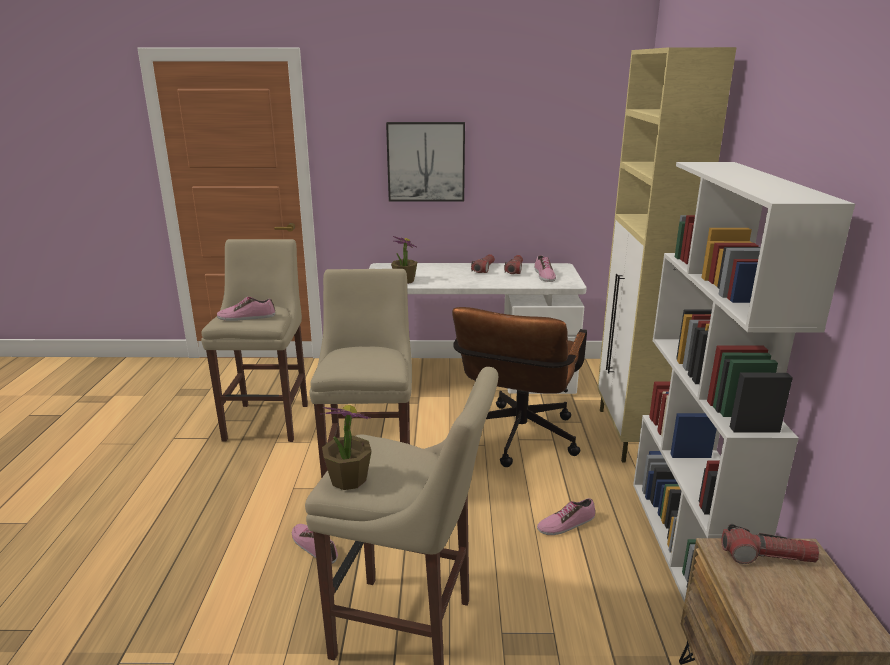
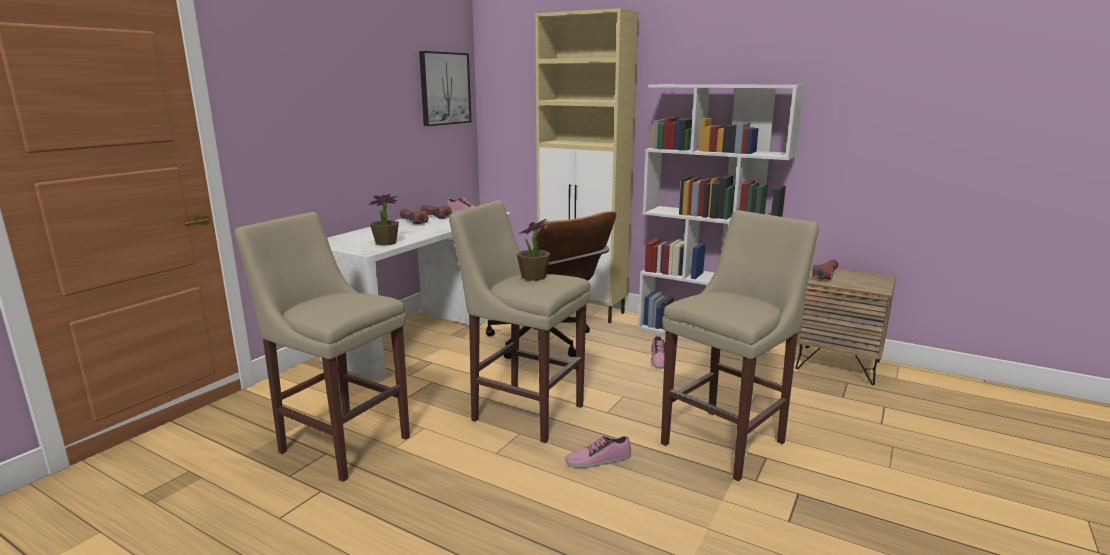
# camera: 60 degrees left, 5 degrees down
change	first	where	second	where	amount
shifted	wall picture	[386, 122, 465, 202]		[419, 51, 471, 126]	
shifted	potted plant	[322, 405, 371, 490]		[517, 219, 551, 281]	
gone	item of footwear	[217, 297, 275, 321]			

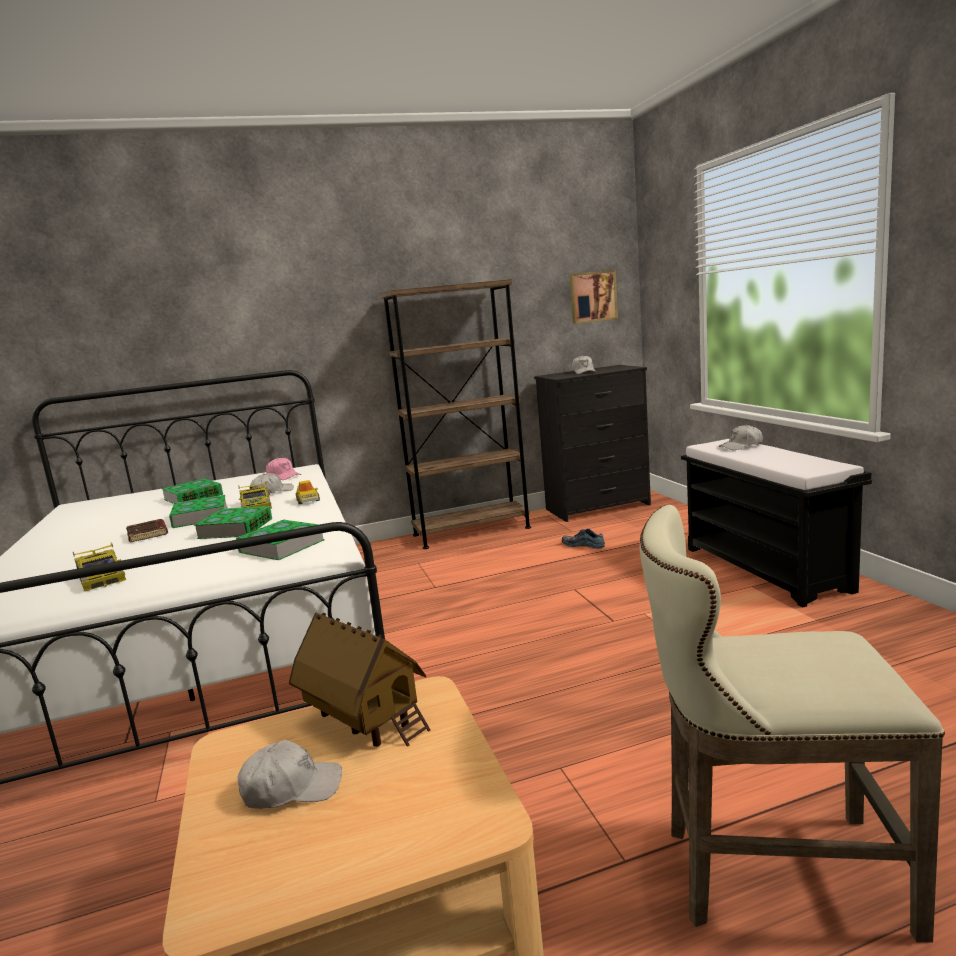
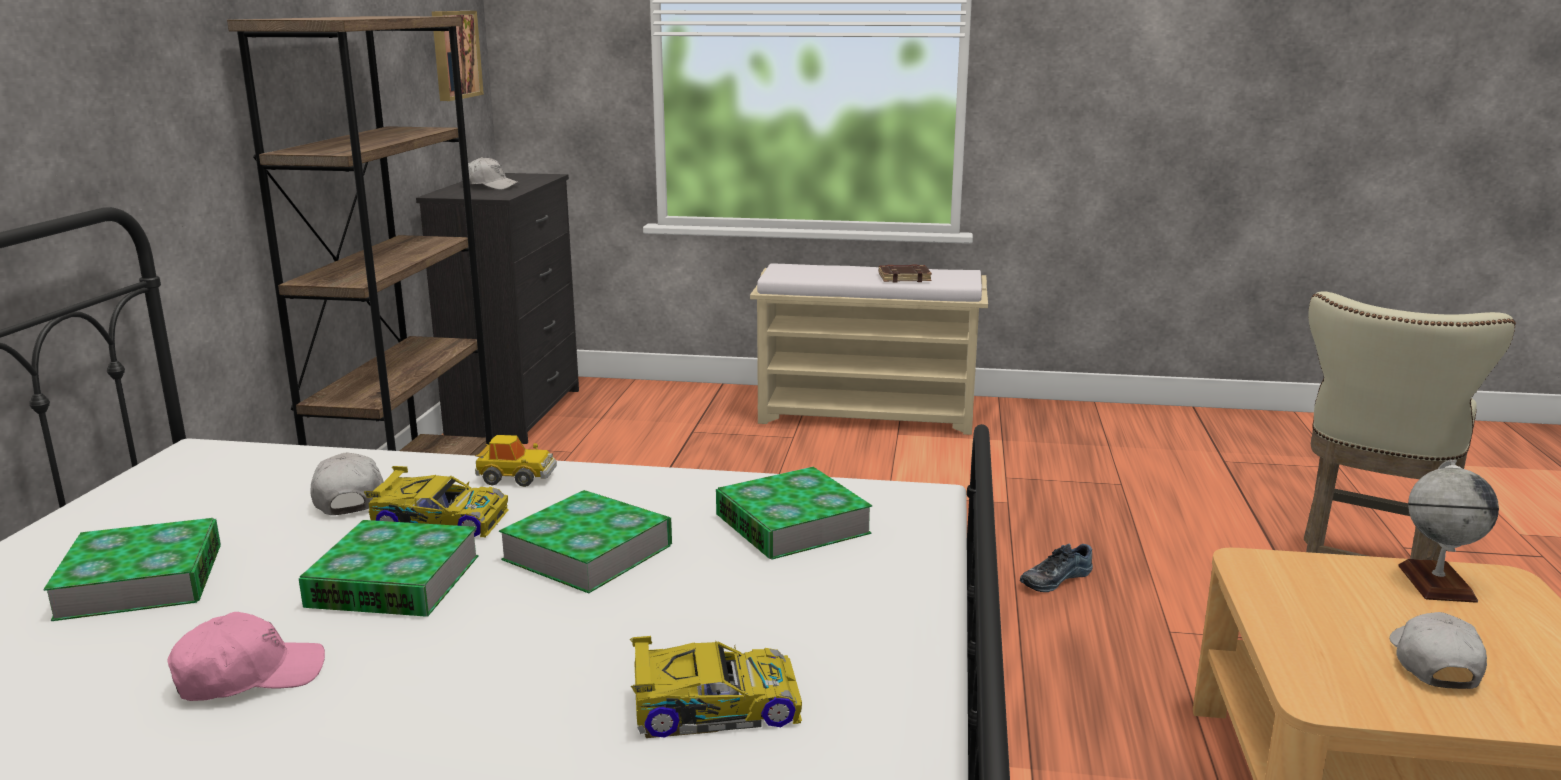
# camera: 65 degrees left, 5 degrees up
change	first	where	second	where	amount
shifted	baseball cap (pinkish)	[266, 458, 301, 480]		[167, 612, 325, 701]	
repainted	long seat (blackish)	[681, 439, 872, 607]	long seat (sand-coloured)	[750, 263, 988, 435]	
shifted	book (brown)	[126, 519, 168, 543]		[879, 264, 932, 283]	
shifted	item of footwear	[562, 529, 605, 549]		[1020, 543, 1093, 592]	
new			globe	[1398, 460, 1499, 603]	
gone	model house	[289, 612, 431, 747]			
gone	baseball cap (white)	[719, 424, 763, 450]			

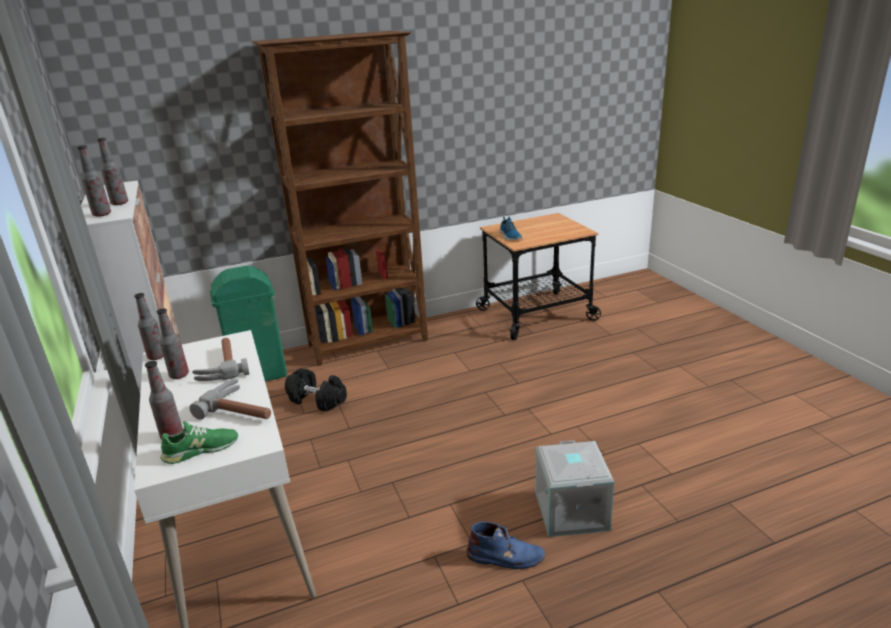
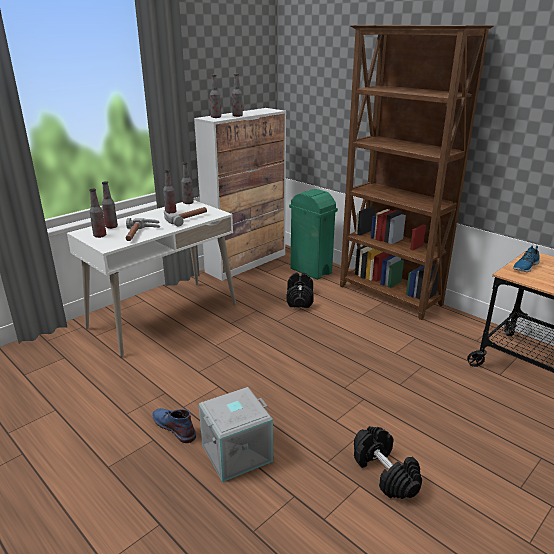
# camera: 65 degrees right, 0 degrees up
change	first	where	second	where	amount
swapped	item of footwear (green)	[160, 421, 238, 464]	bottle	[89, 189, 106, 238]	
rotated	boot (bluish)	[467, 521, 545, 569]		[152, 408, 196, 443]	150 degrees clockwise
new			free weight (blackish)	[354, 426, 422, 499]	

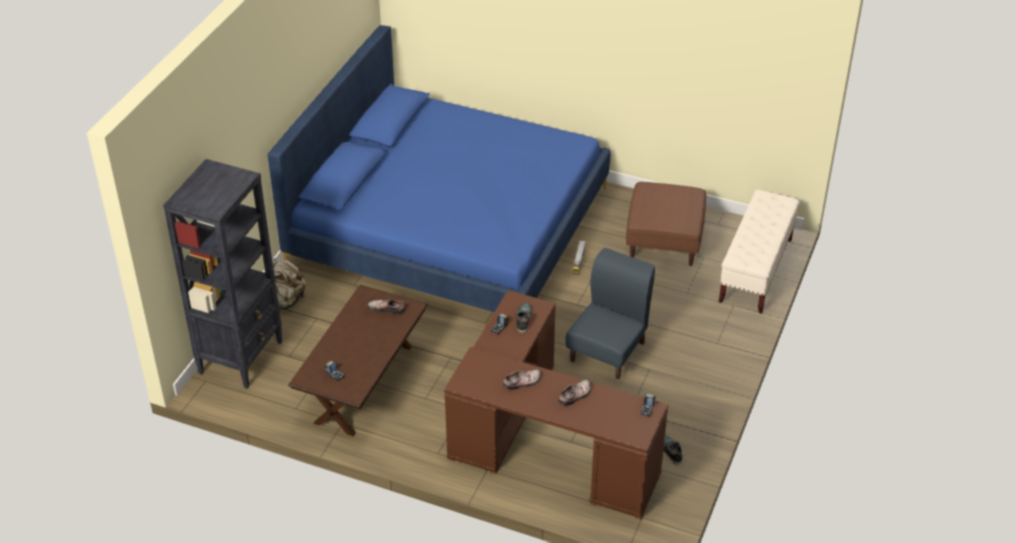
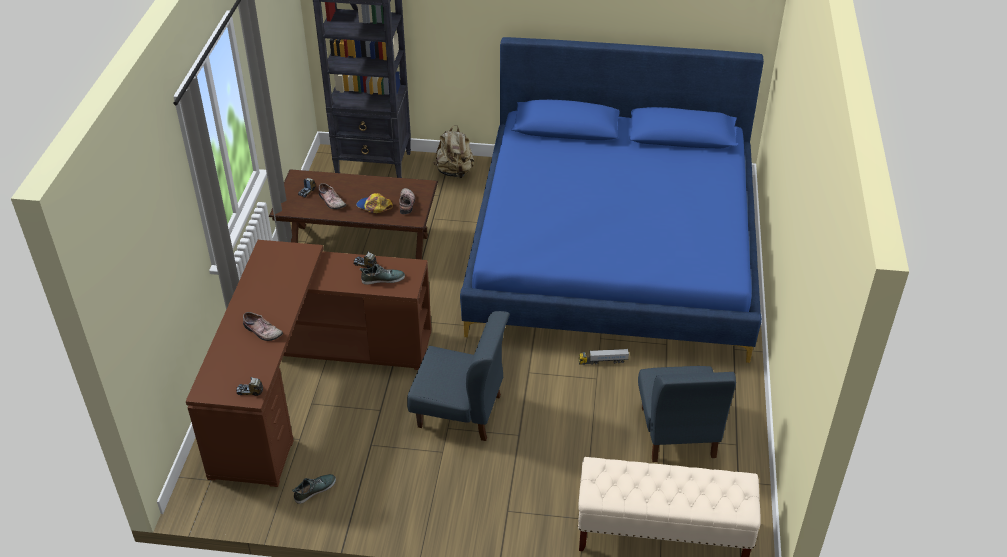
# camera: 75 degrees right, 0 degrees up
change	first	where	second	where	amount
shifted	item of footwear	[503, 369, 541, 390]		[319, 183, 346, 209]	
new			baseball cap	[356, 193, 393, 213]	
swapped	pouffe (brown)	[626, 182, 706, 266]	chair (bluish)	[638, 366, 736, 462]	

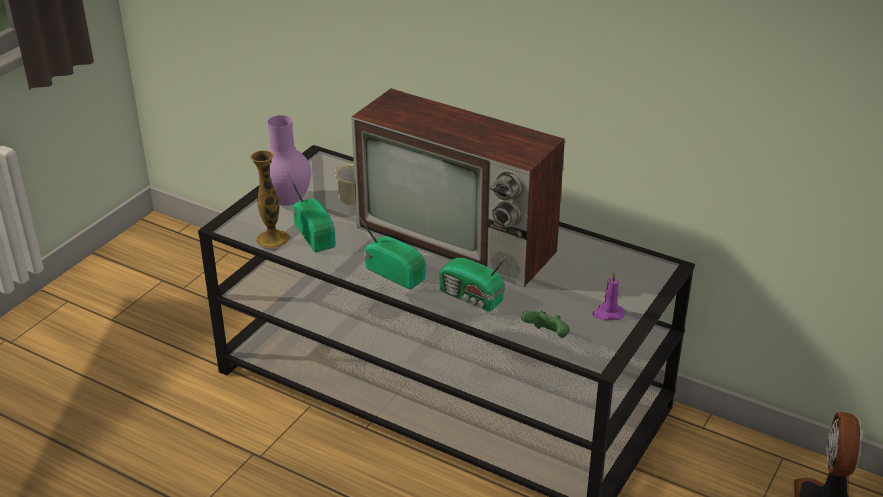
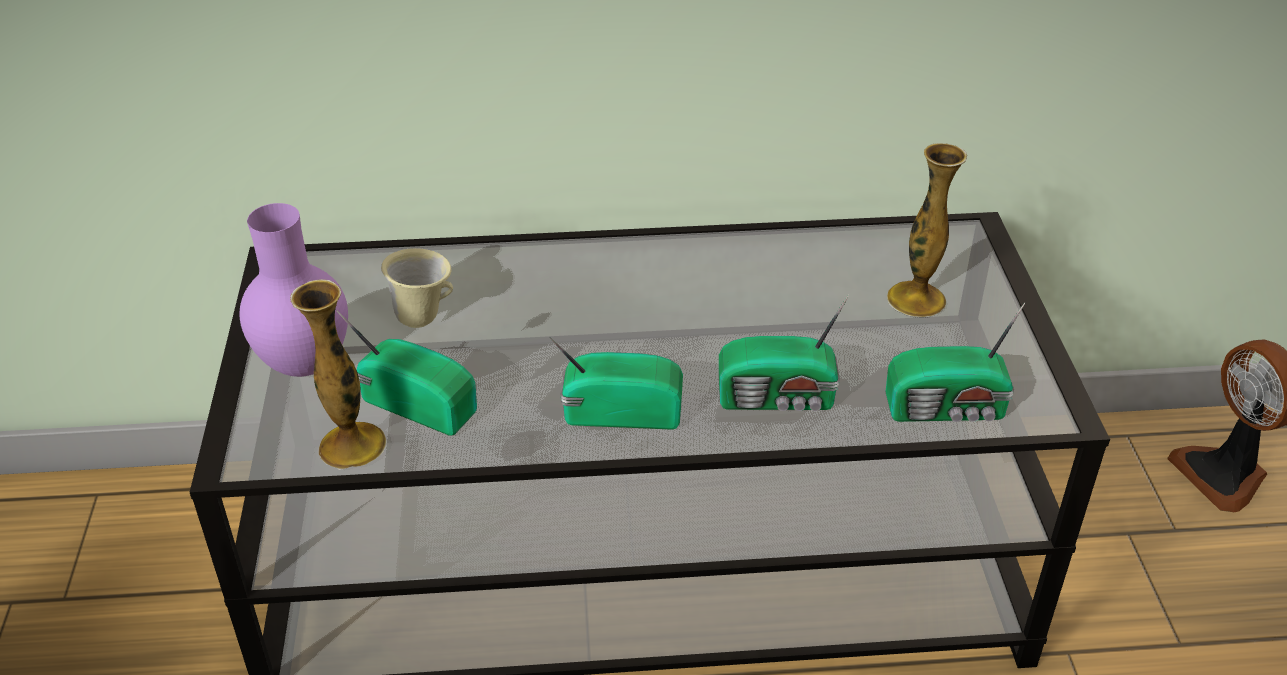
# camera: 35 degrees left, 5 degrees up
change	first	where	second	where	amount
swapped	joypad (green)	[521, 311, 570, 338]	radio receiver	[886, 303, 1025, 422]	
new			decorative vase	[887, 143, 967, 317]	
gone	TV	[351, 89, 565, 287]			
gone	candle (purple-coloured)	[592, 272, 625, 321]			

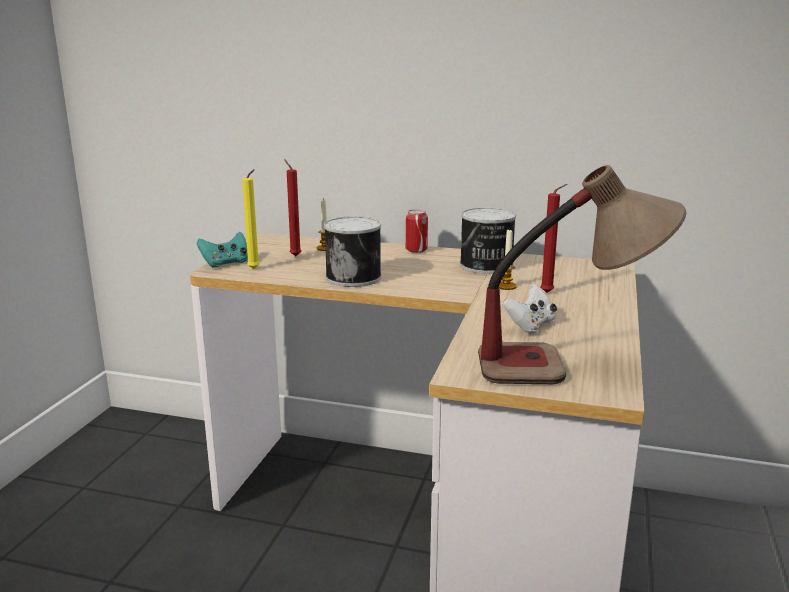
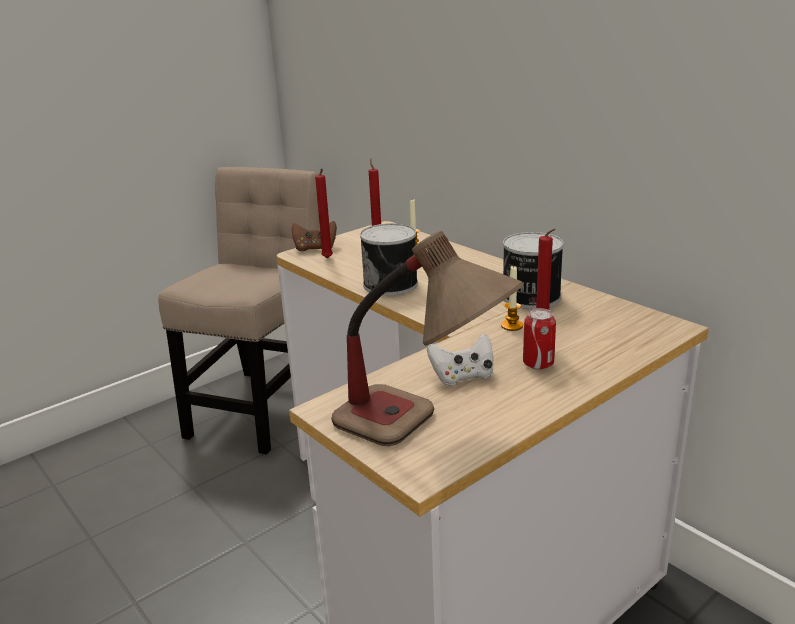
# camera: 35 degrees right, 5 degrees up
change	first	where	second	where	amount
new			chair (sand-coloured)	[158, 167, 320, 454]	
repainted	joypad (turquoise)	[197, 232, 248, 268]	joypad (brown)	[291, 221, 337, 251]	
repainted	candle (yellow)	[242, 169, 260, 269]	candle (red-coloured)	[315, 168, 333, 259]	
shifted	metal can	[406, 209, 428, 253]		[523, 308, 556, 370]	

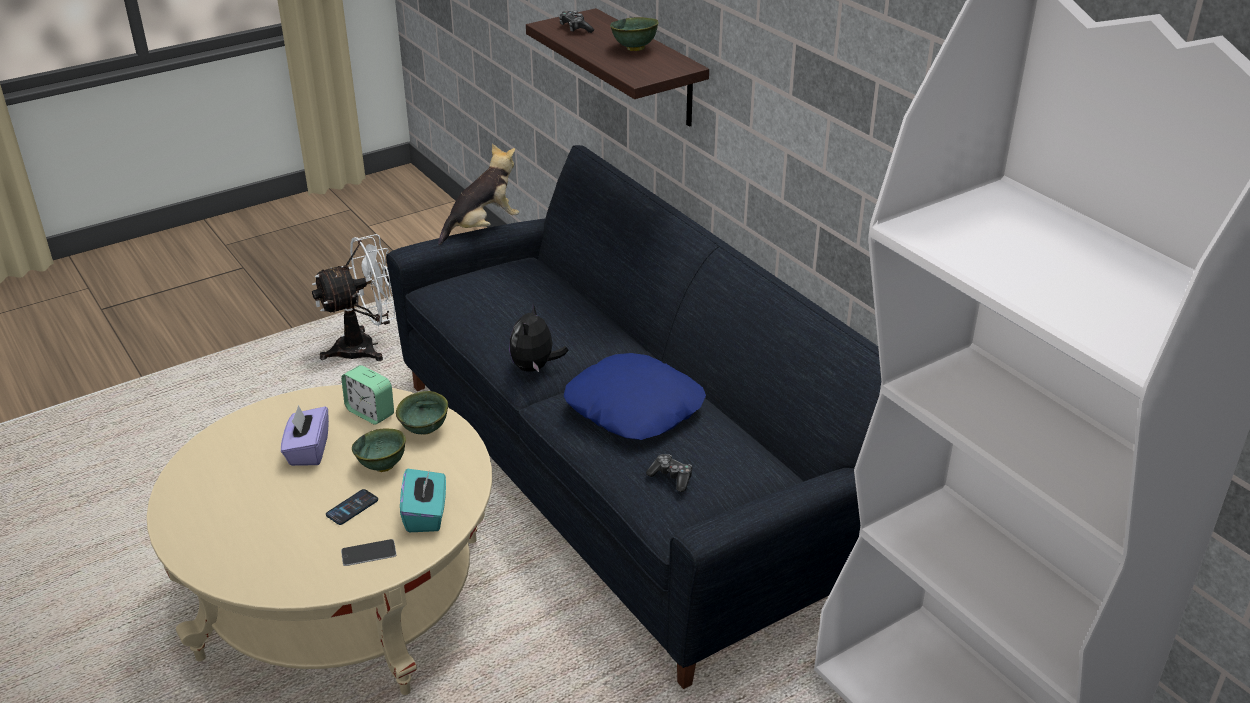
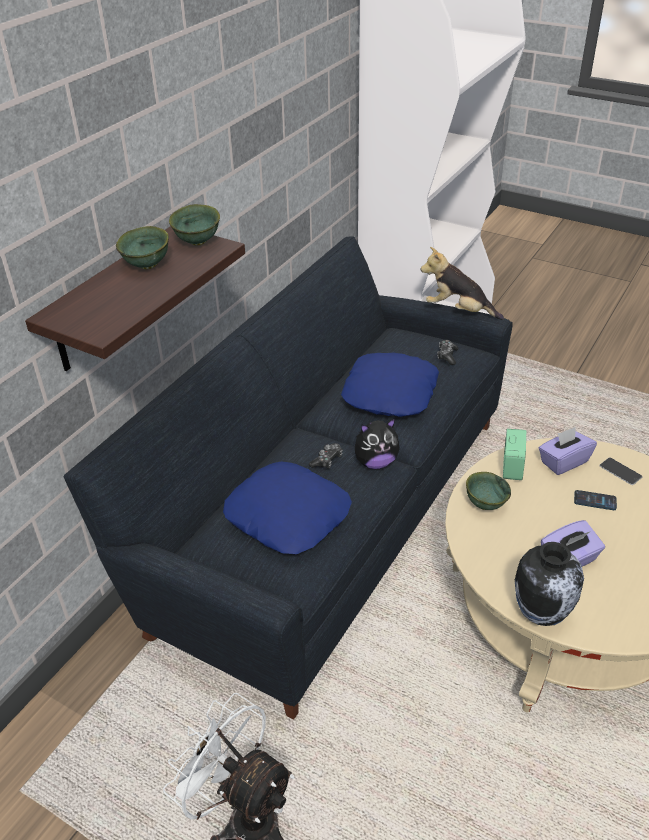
# camera: 115 degrees left, 5 degrees up
change	first	where	second	where	amount
shifted	deep dish (green)	[352, 429, 406, 472]		[169, 204, 220, 246]	
new			cushion (bluish)	[223, 462, 352, 554]	
shifted	joypad	[559, 10, 594, 33]		[309, 443, 343, 469]	
shifted	soft toy	[438, 144, 519, 245]		[421, 247, 504, 320]	
shifted	table clock	[341, 365, 394, 425]		[503, 429, 526, 480]	
new			decorative vase	[515, 542, 584, 626]	
repainted	tissue box (turquoise)	[400, 468, 446, 532]	tissue box (purple-coloured)	[539, 427, 597, 475]	

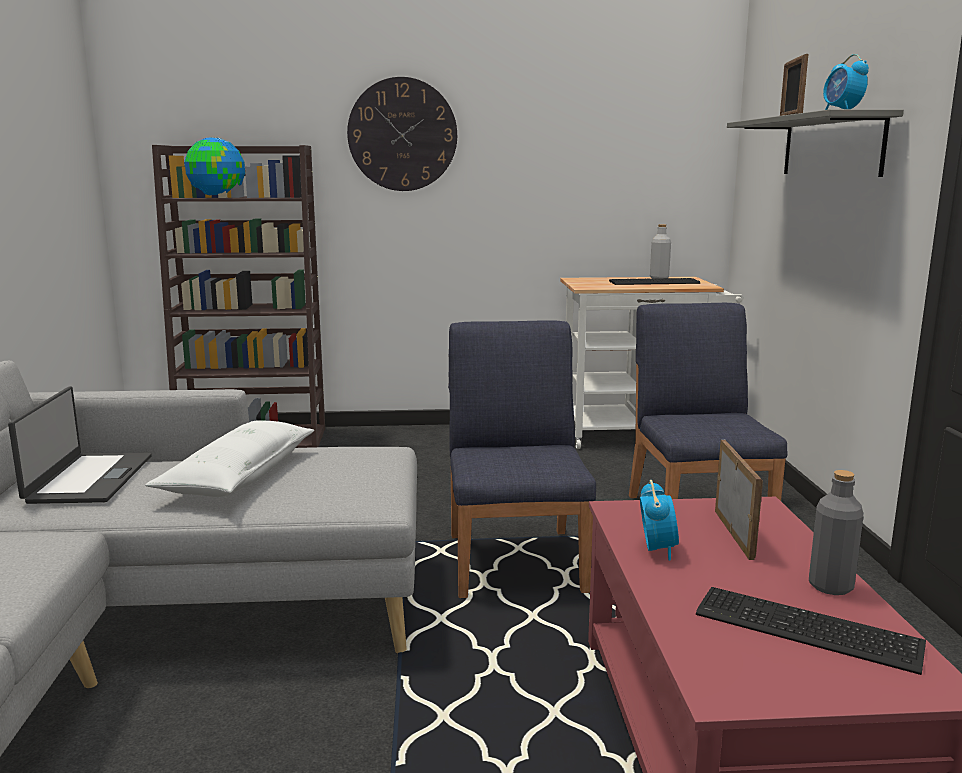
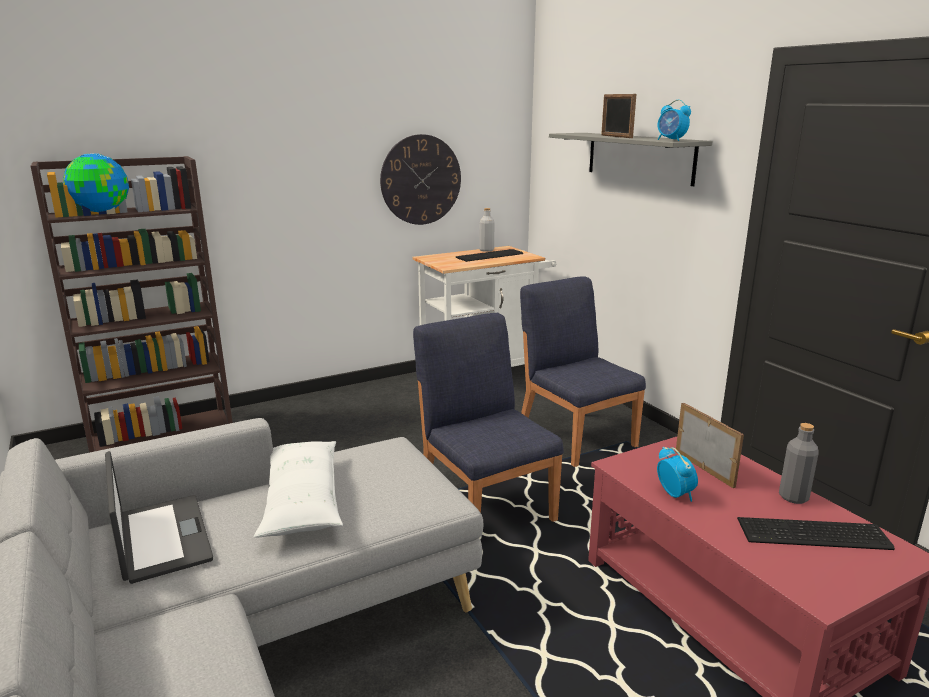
# camera: 25 degrees left, 5 degrees up
change	first	where	second	where	amount
shifted	wall clock	[347, 77, 457, 191]		[380, 134, 461, 225]	

